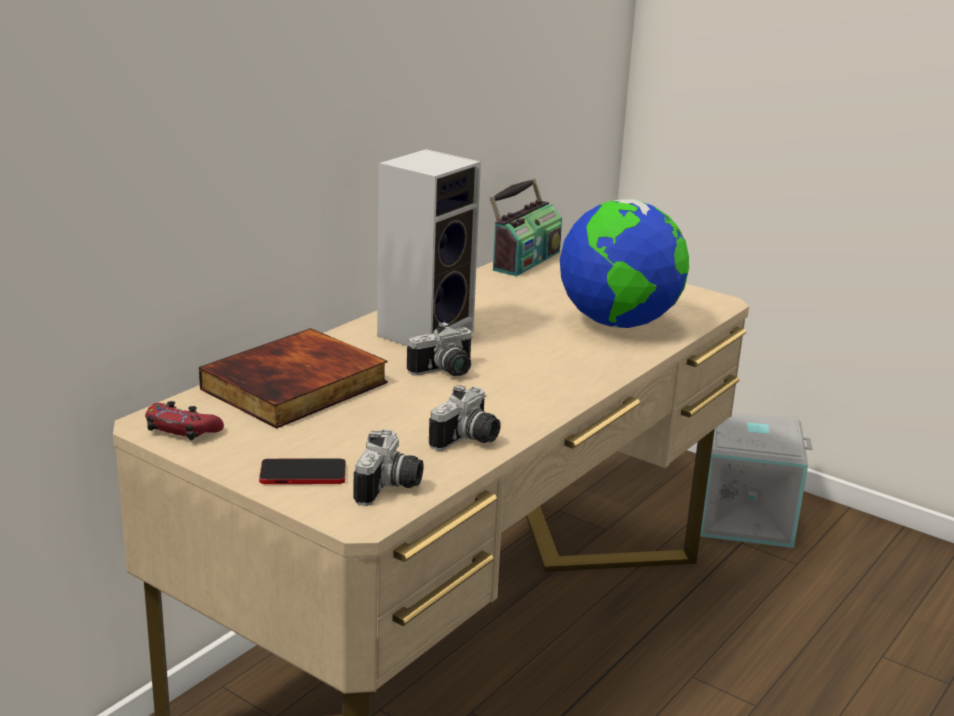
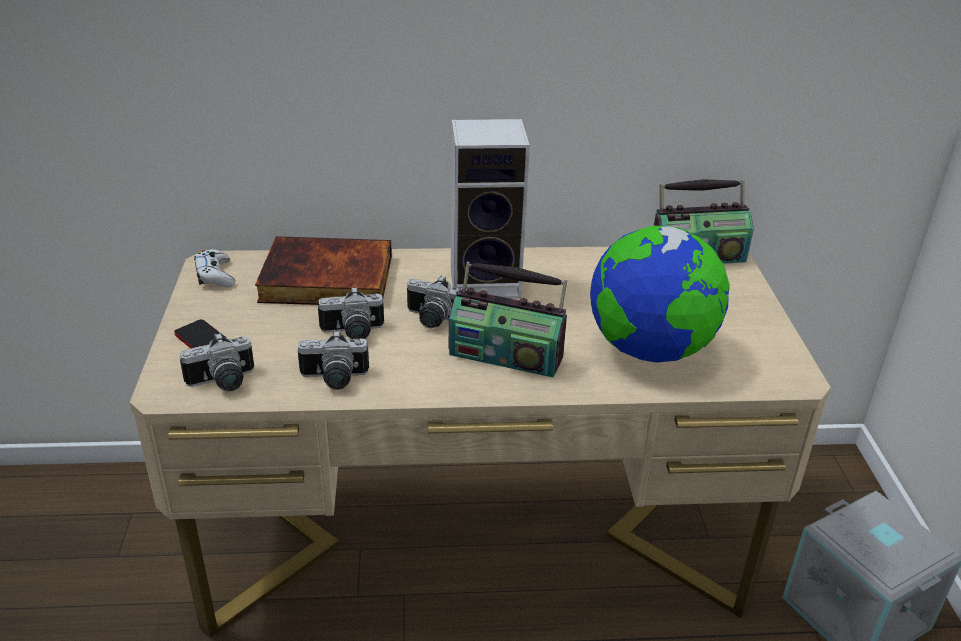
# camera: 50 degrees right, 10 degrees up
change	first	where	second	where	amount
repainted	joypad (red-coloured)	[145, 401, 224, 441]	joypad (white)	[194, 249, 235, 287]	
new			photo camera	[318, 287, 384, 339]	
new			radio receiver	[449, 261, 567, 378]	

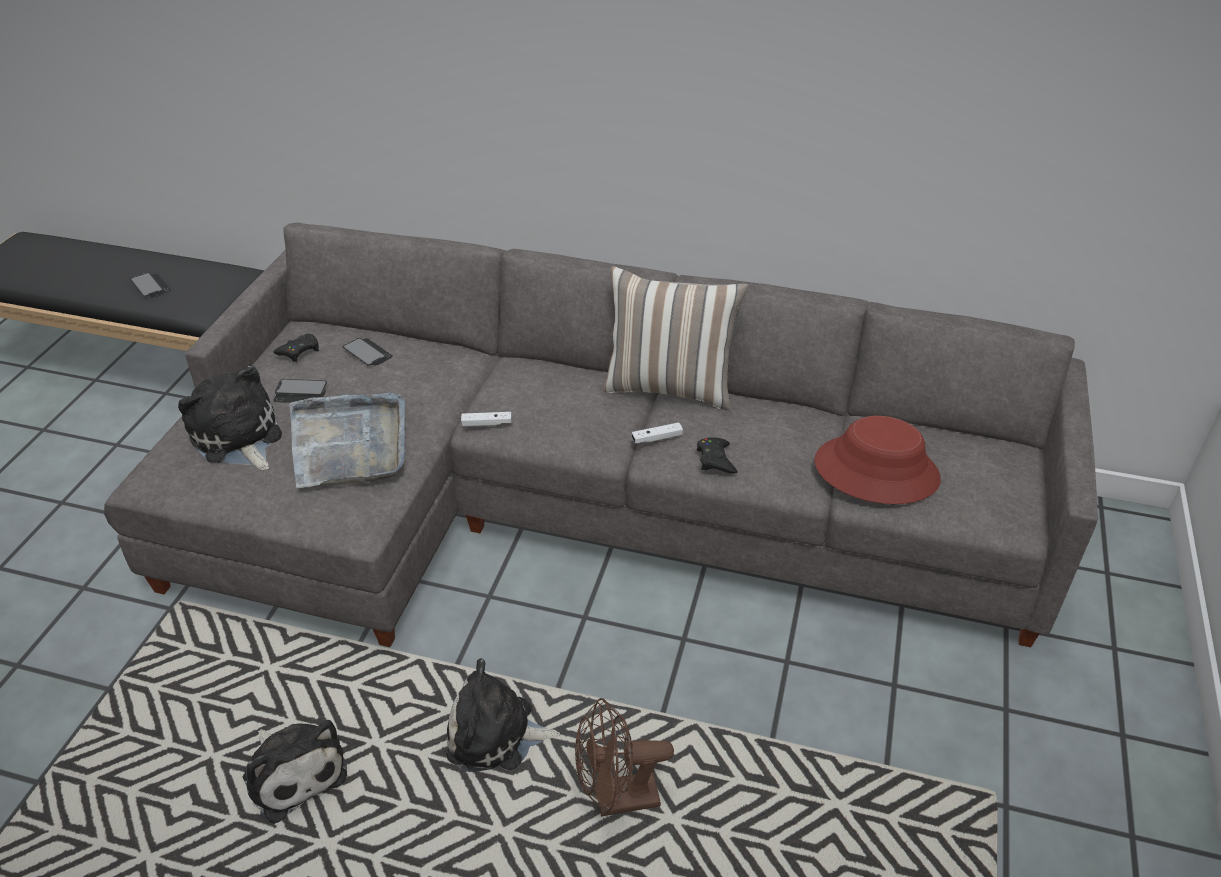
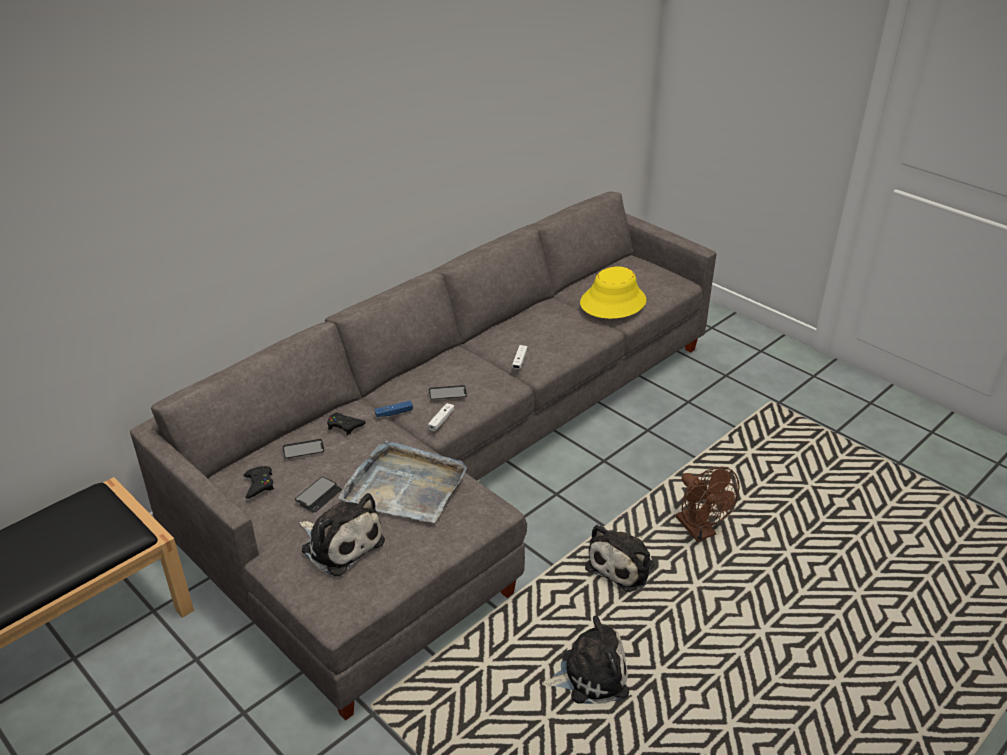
# camera: 60 degrees left, 5 degrees down
change	first	where	second	where	amount
rotated	soft toy	[178, 365, 282, 470]		[299, 493, 385, 576]	135 degrees counterclockwise
shifted	joypad (blackish)	[697, 437, 737, 474]		[327, 413, 366, 436]	
new			joypad (bluish)	[374, 401, 413, 417]	
shifted	telephone	[130, 273, 171, 298]		[429, 385, 467, 400]	
repainted	wearable hat (red-coloured)	[814, 416, 941, 504]	wearable hat (yellow)	[580, 266, 646, 319]	
rotated	cooling fan (brown)	[575, 698, 674, 817]		[676, 467, 739, 542]	45 degrees counterclockwise
gone	cushion	[603, 266, 748, 411]			

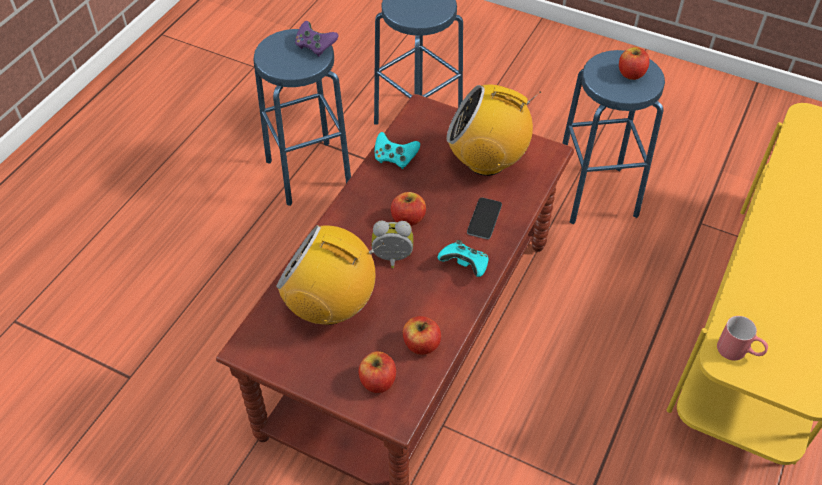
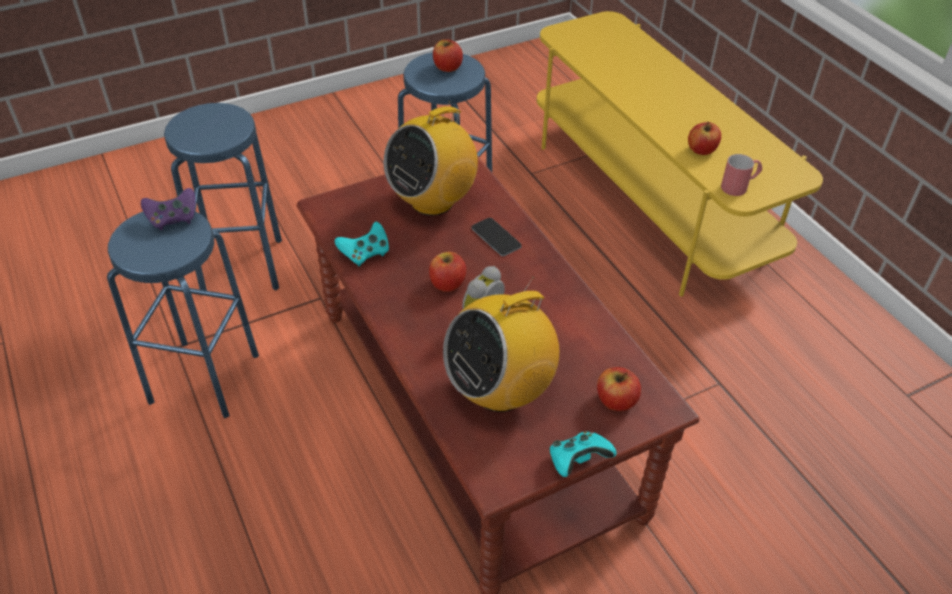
# camera: 55 degrees left, 5 degrees down
change	first	where	second	where	amount
shifted	joypad (turquoise)	[438, 240, 488, 277]		[549, 431, 617, 477]	
shifted	apple fruit	[403, 316, 441, 355]		[688, 122, 721, 155]	

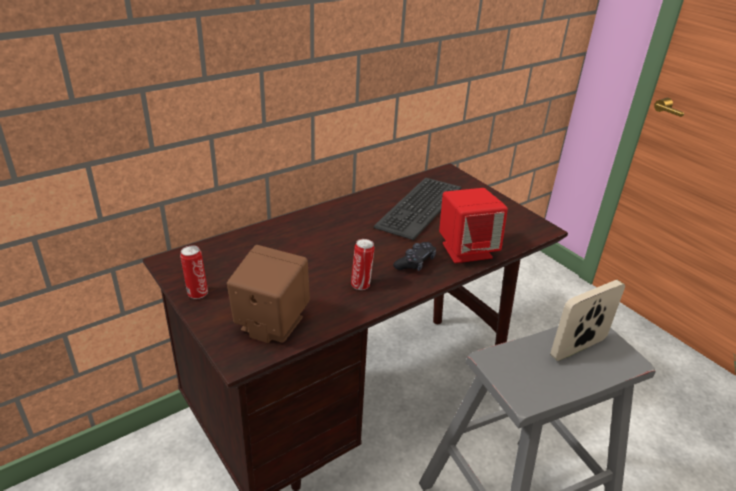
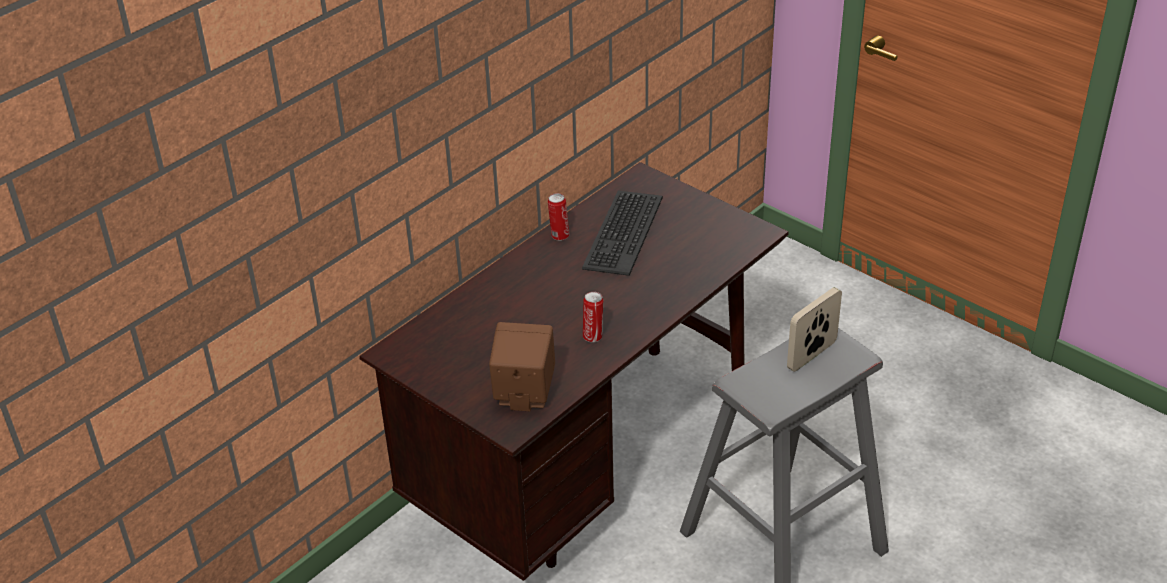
# camera: 10 degrees left, 5 degrees up
change	first	where	second	where	amount
shifted	metal can	[180, 245, 208, 299]		[548, 193, 569, 241]	
gone	joypad (blackish)	[393, 242, 436, 271]			
gone	audio speaker (red-coloured)	[439, 188, 508, 263]			

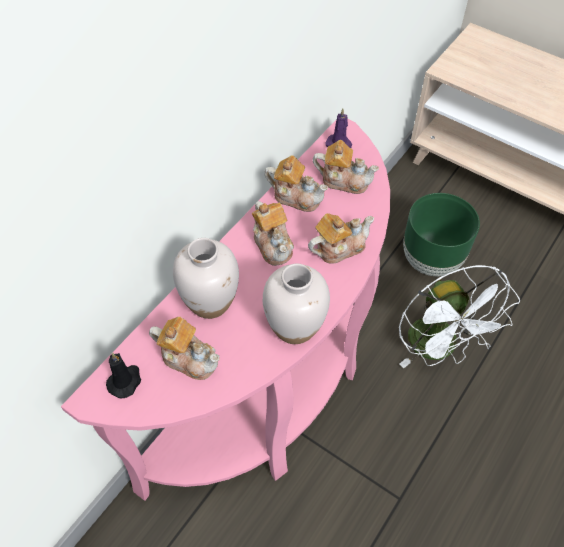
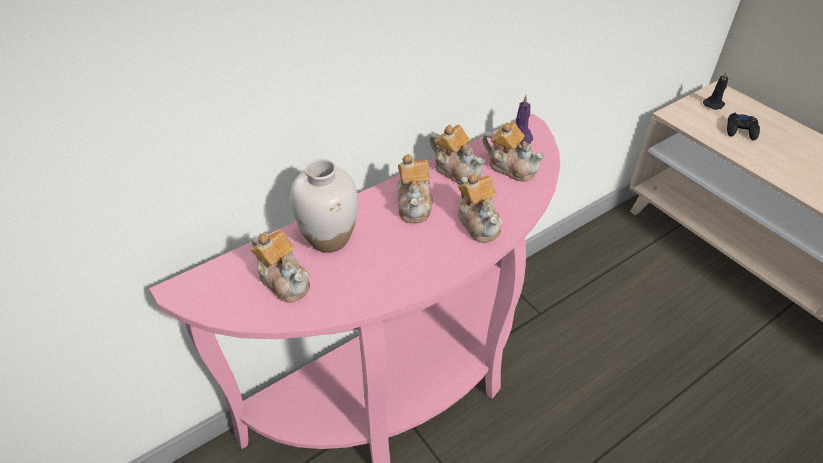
# camera: 20 degrees right, 10 degrees down
change	first	where	second	where	amount
rotated	pot for tea	[308, 213, 374, 264]		[458, 173, 503, 243]	75 degrees clockwise
shifted	candle (blackish)	[106, 352, 141, 398]		[703, 71, 728, 110]	
new			joypad (blackish)	[727, 113, 760, 140]	
gone	decorative vase (white)	[263, 264, 330, 344]			
gone	cooling fan (white)	[399, 265, 520, 368]			
gone	plant pot (green)	[403, 193, 480, 276]			

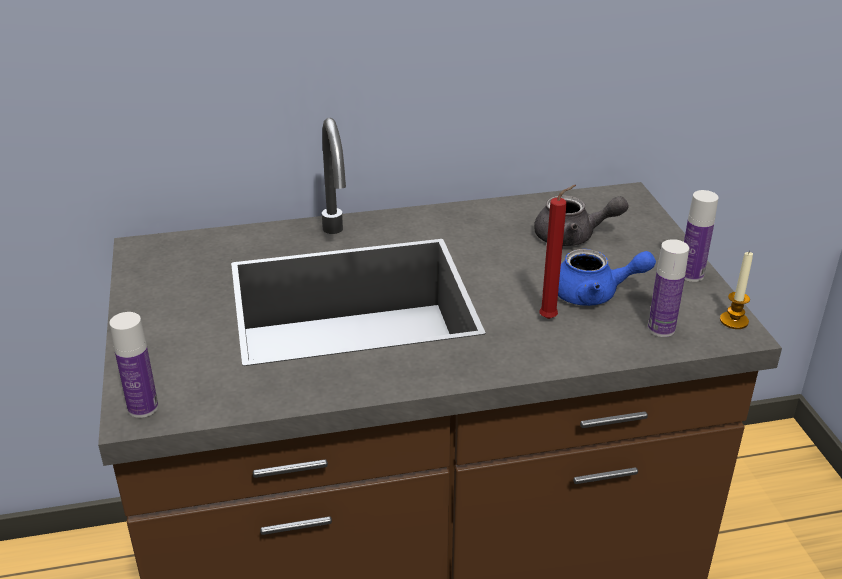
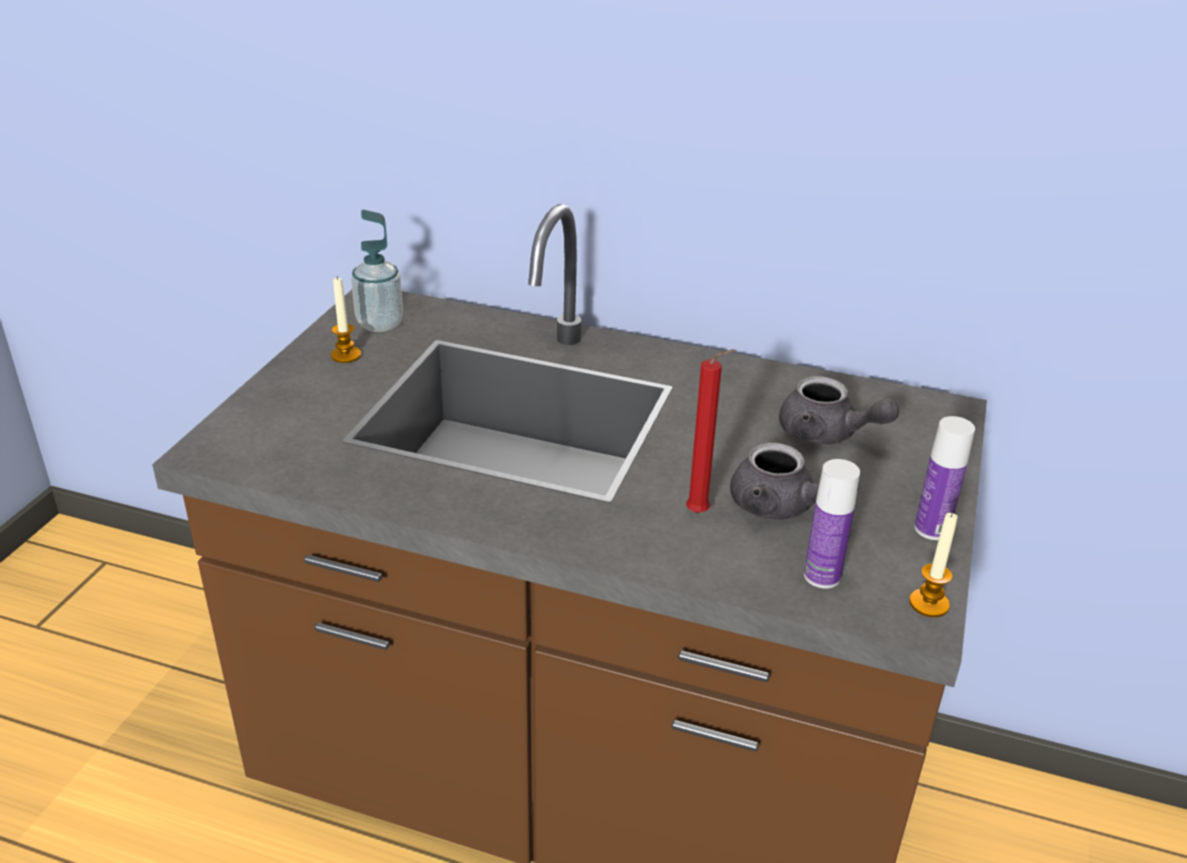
# camera: 30 degrees right, 0 degrees up
change	first	where	second	where	amount
new			candle	[331, 277, 361, 363]	
new			soap dispenser	[351, 210, 403, 332]	
repainted	pot for tea (bluish)	[558, 249, 656, 306]	pot for tea (greyish)	[730, 443, 859, 520]	
gone	bottle	[110, 312, 158, 418]			

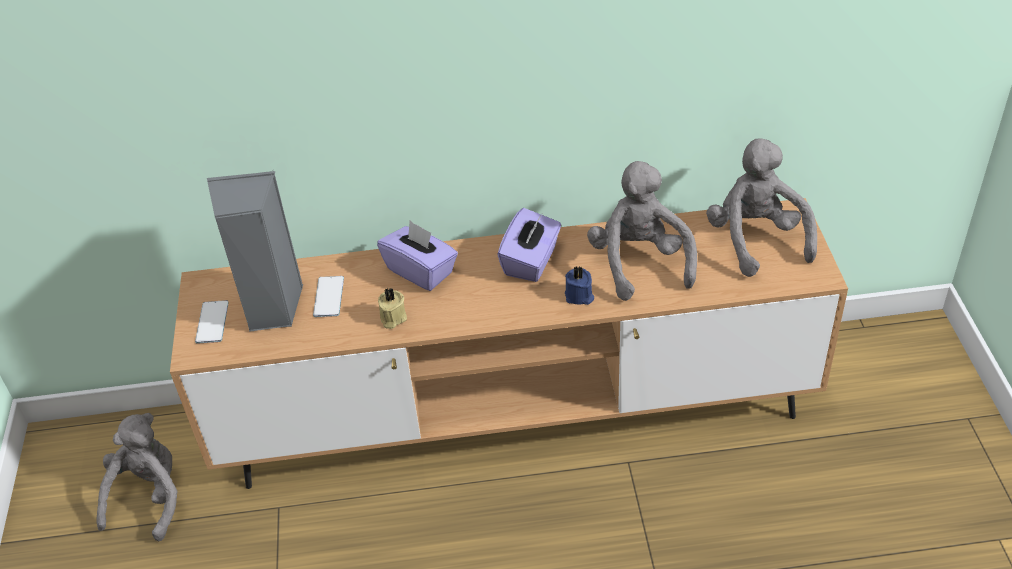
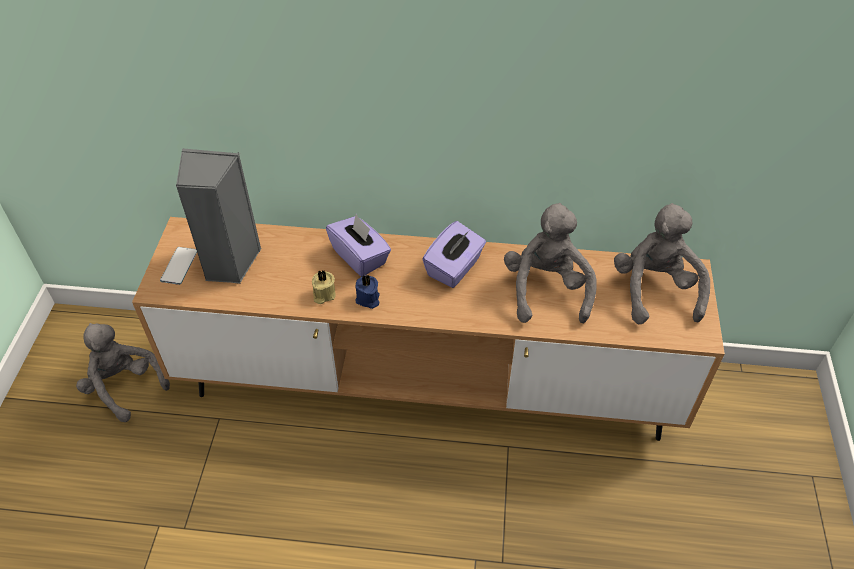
# camera: 10 degrees right, 5 degrees up
change	first	where	second	where	amount
rotated	soft toy (greyish)	[96, 413, 178, 541]		[76, 323, 170, 422]	75 degrees counterclockwise
shifted	candle (bluish)	[565, 266, 594, 305]		[355, 275, 380, 309]	
gone	telephone	[313, 276, 344, 317]			

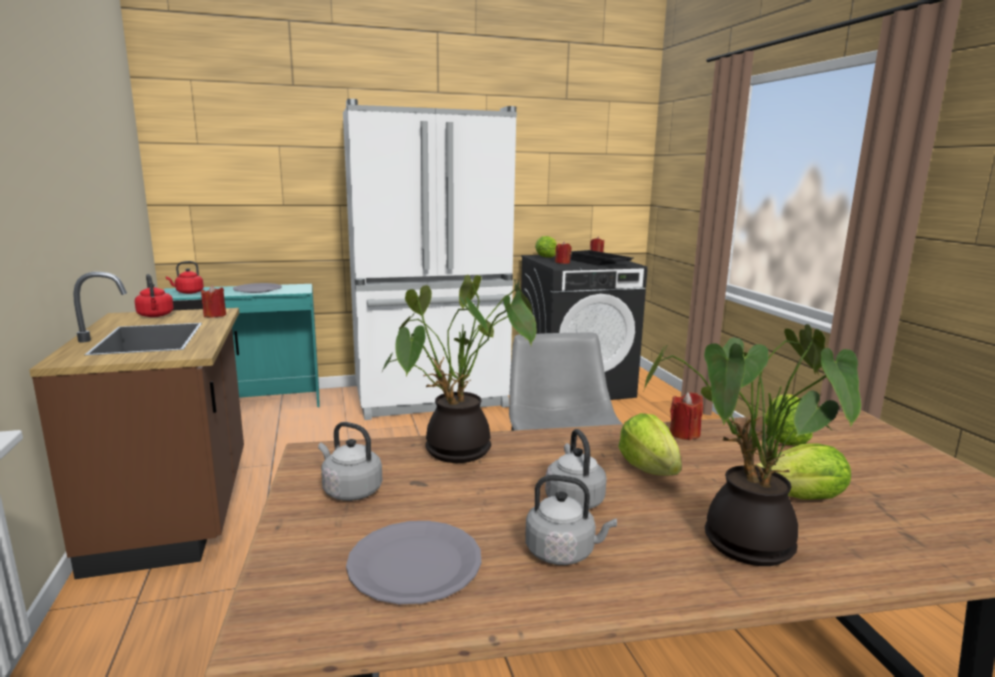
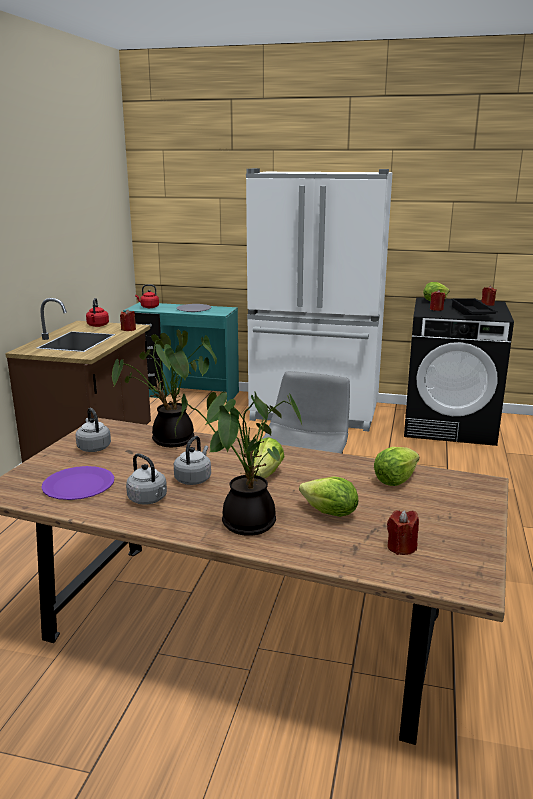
# camera: 30 degrees right, 5 degrees up
change	first	where	second	where	amount
repainted	flat dish (greyish)	[346, 521, 481, 604]	flat dish (purple-coloured)	[41, 466, 114, 500]	
shifted	candle (red-coloured)	[670, 392, 703, 440]		[387, 510, 419, 555]	

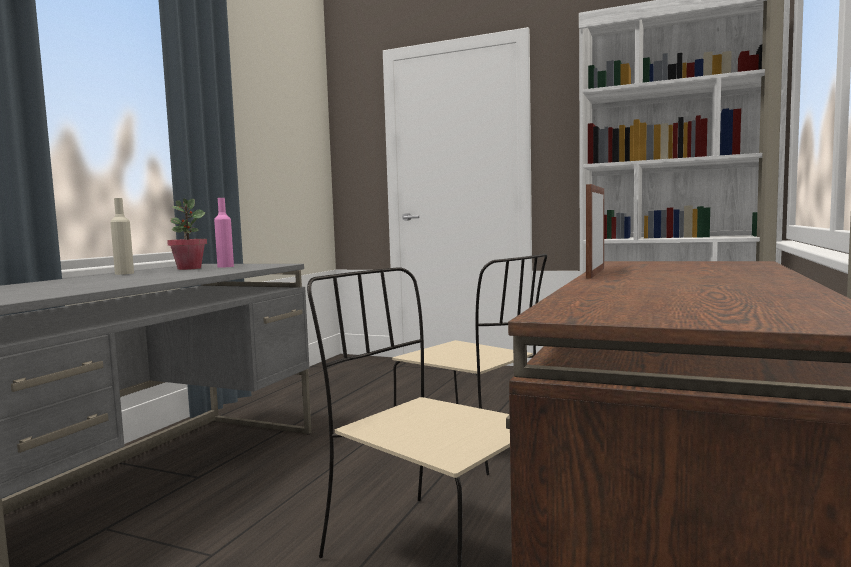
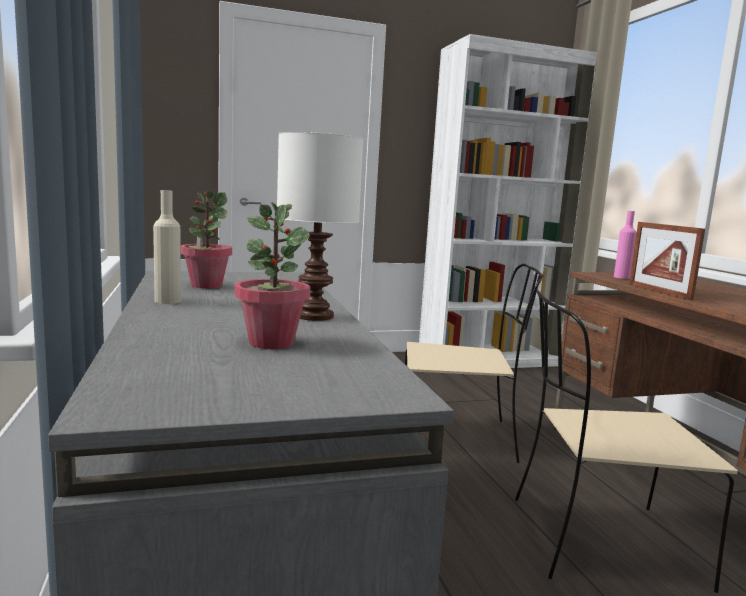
# camera: 40 degrees left, 5 degrees up
change	first	where	second	where	amount
new			potted plant	[235, 202, 310, 349]	
new			table lamp (white)	[277, 132, 363, 321]	
shifted	bottle (pinkish)	[214, 198, 234, 268]		[614, 211, 637, 279]	

